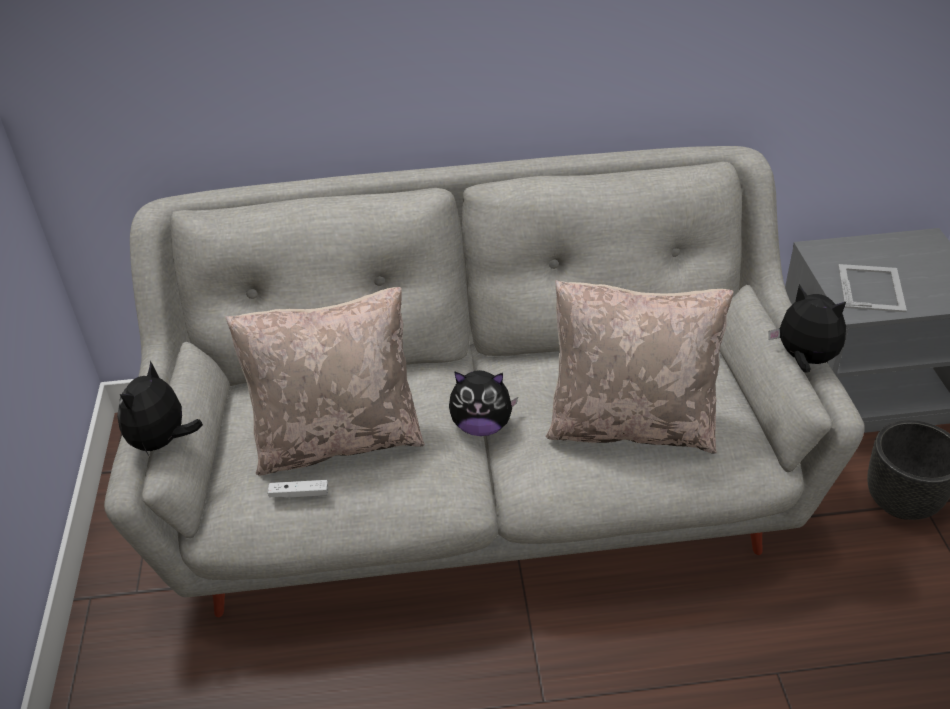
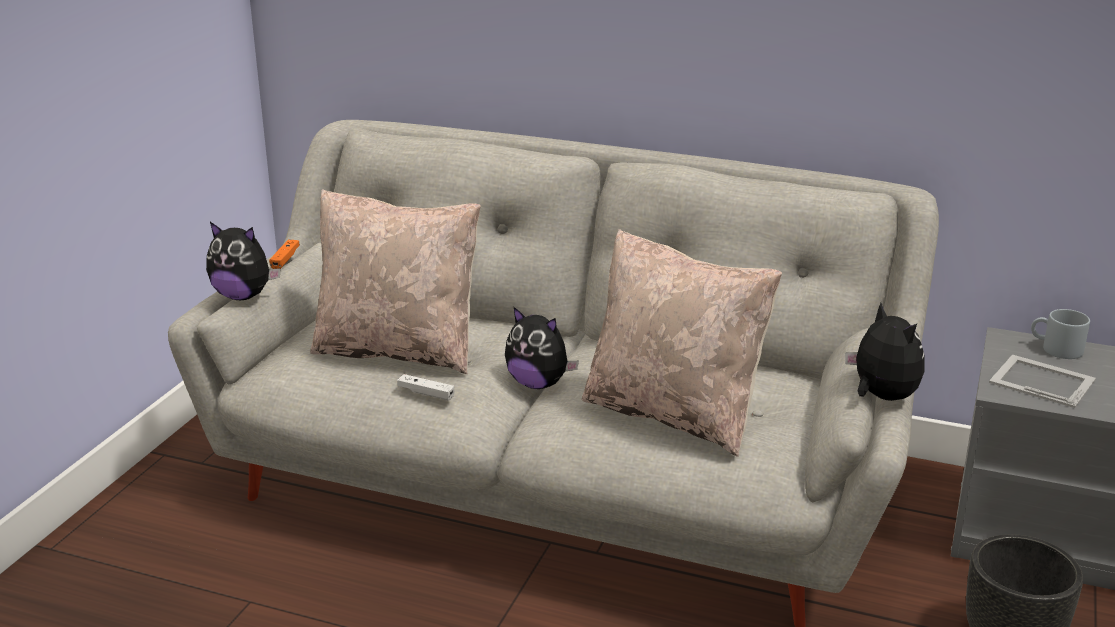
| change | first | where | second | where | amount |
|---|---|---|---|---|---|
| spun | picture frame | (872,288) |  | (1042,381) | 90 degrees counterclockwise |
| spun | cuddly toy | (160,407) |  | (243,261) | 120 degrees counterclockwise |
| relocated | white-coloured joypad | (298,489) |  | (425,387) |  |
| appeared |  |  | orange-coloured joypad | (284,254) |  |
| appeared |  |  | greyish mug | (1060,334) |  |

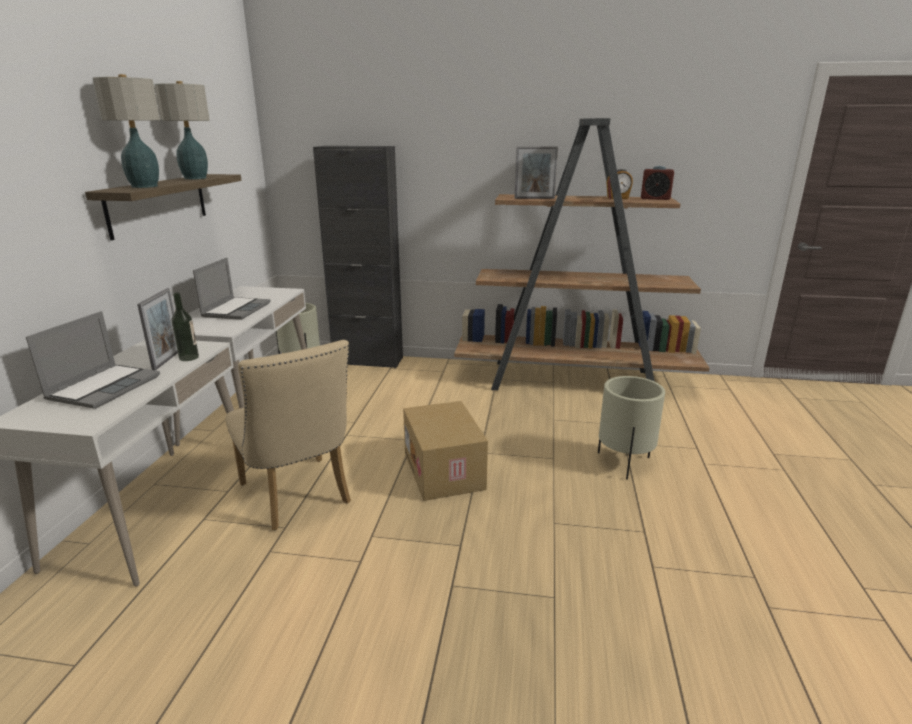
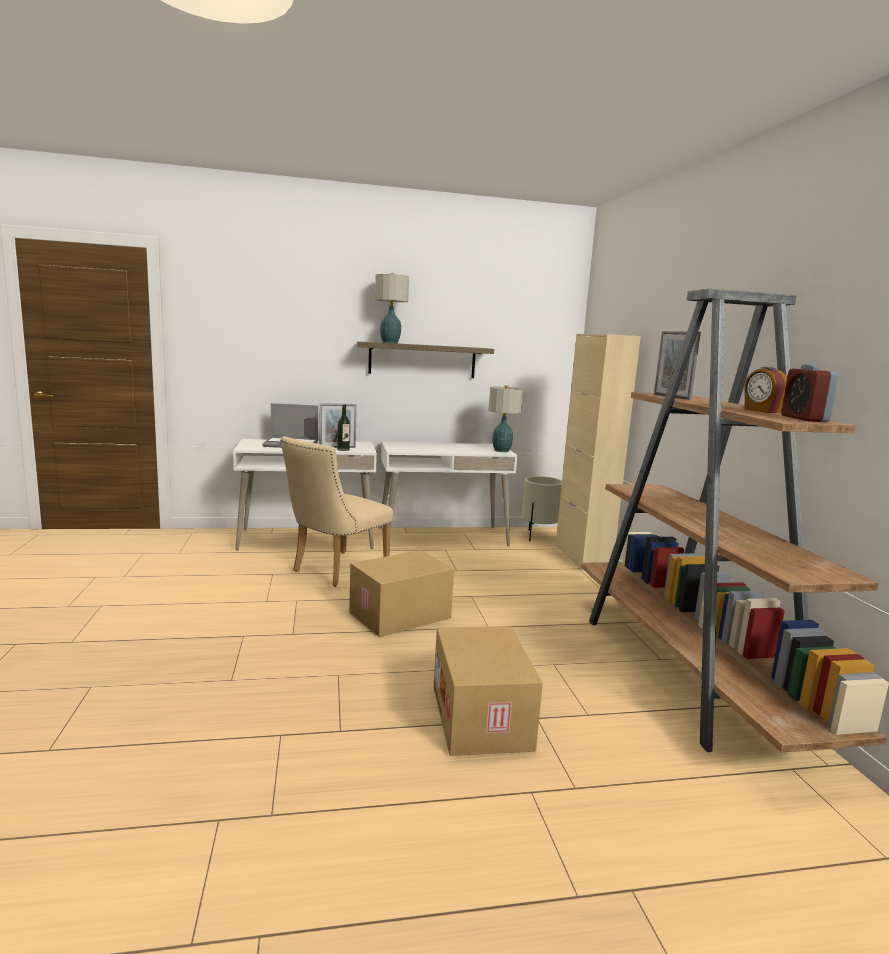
| change | first | where | second | where | amount |
|---|---|---|---|---|---|
| relocated | lamp for a table | (182,130) |  | (506,418) |  |
| colour | black cupboard | (358,257) | beige cupboard | (598,452) |  |
| missing | notebook computer | (231,288) |  |  |  |
| exchanged | beige planter | (631,428) | cardboard box | (488,691) |  |

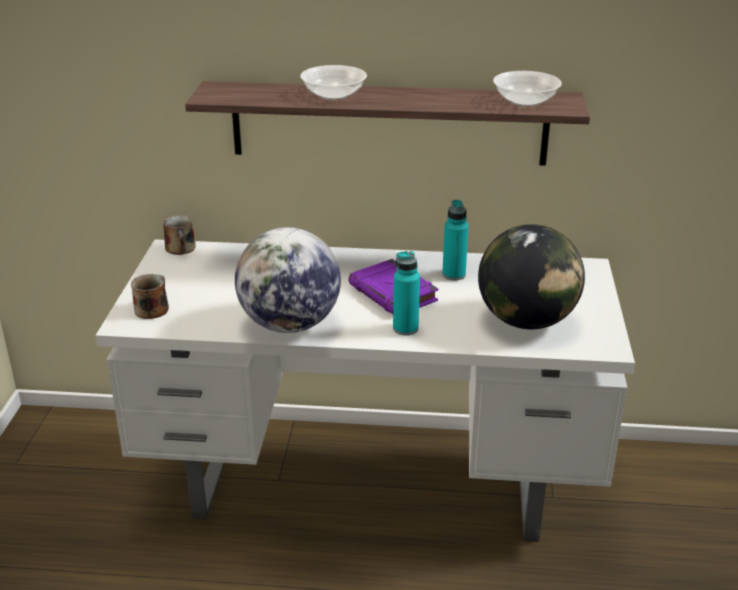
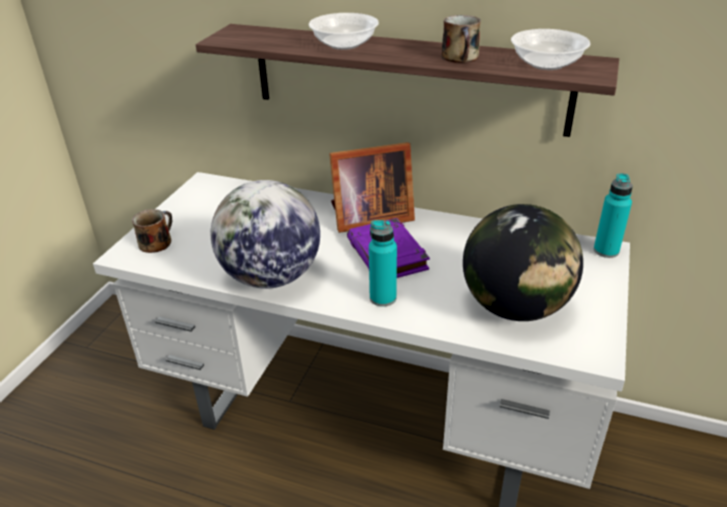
| change | first | where | second | where | amount |
|---|---|---|---|---|---|
| relocated | turquoise drink bottle | (455,240) |  | (613,215) |  |
| relocated | mug | (179,235) |  | (461,39) |  |
| appeared |  |  | picture frame | (372,187) |  |

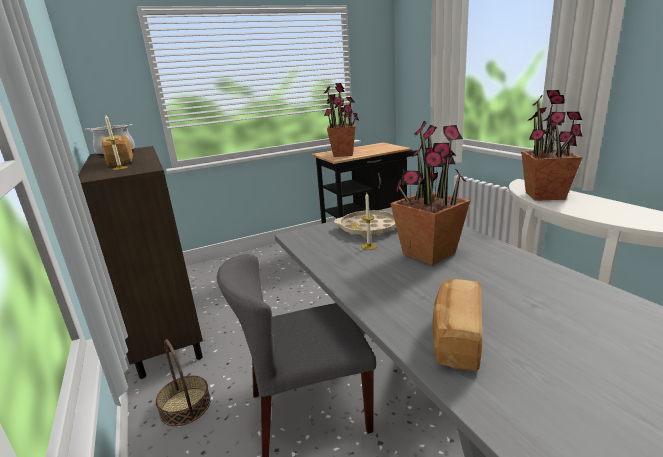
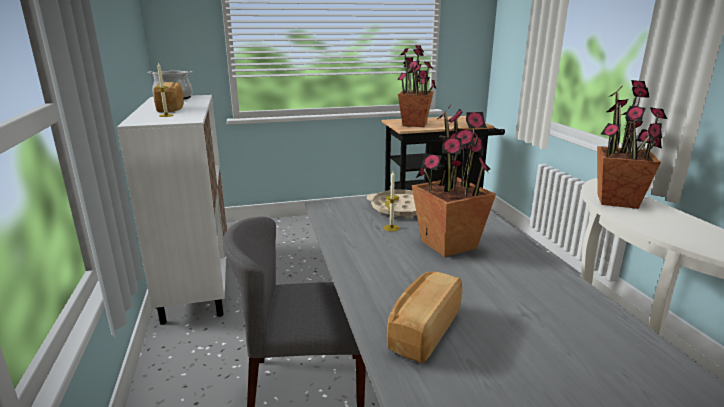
| change | first | where | second | where | amount |
|---|---|---|---|---|---|
| colour | brown-coloured cupboard | (140,262) | white-coloured cupboard | (172,210) |  |
| missing | storage basket | (183,382) |  |  |  |

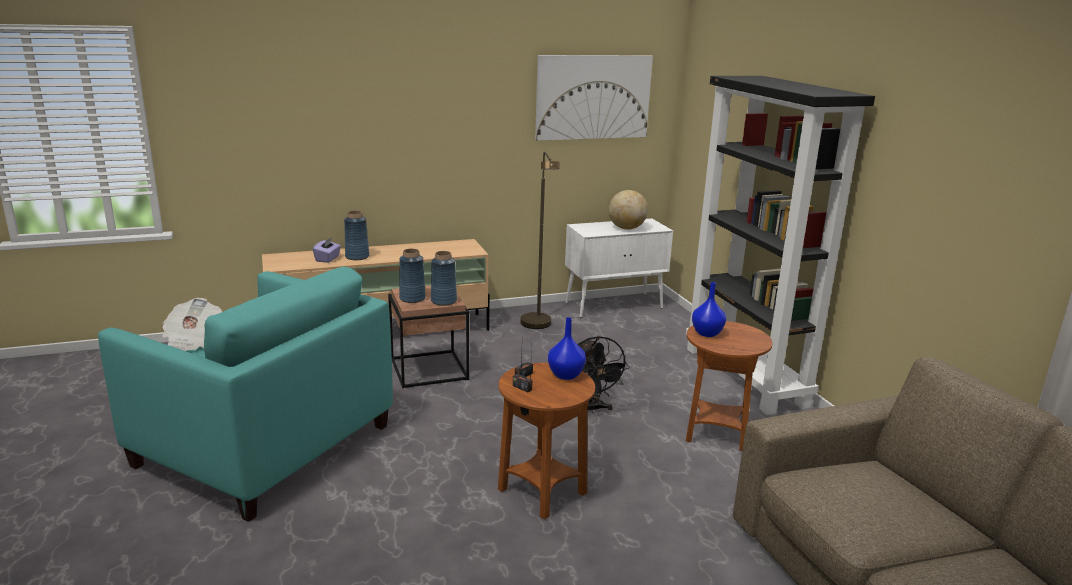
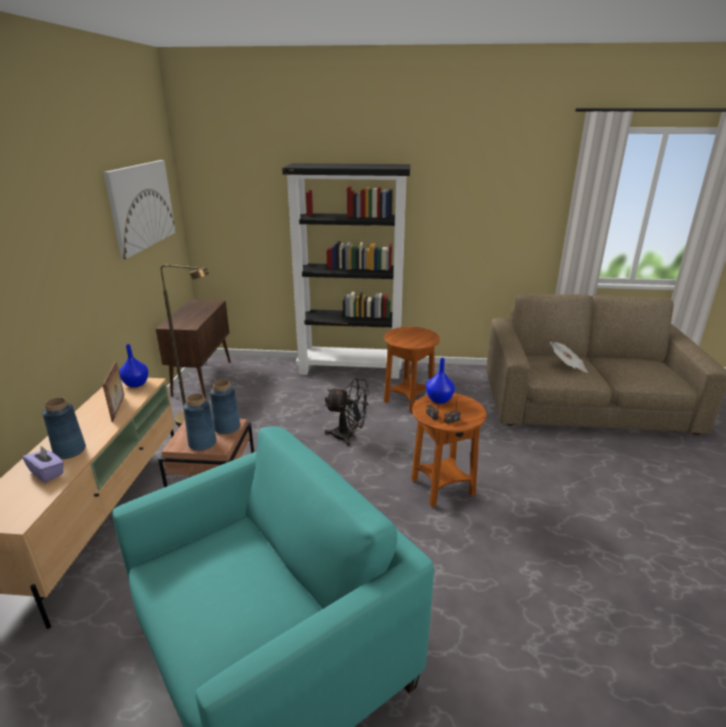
| change | first | where | second | where | amount |
|---|---|---|---|---|---|
| missing | world globe | (628,210) |  |  |  |
| colour | white-coloured cupboard | (619,268) | brown-coloured cupboard | (193,349) |  |
| relocated | bluish flower vase | (709,309) |  | (134,366) |  |
| relocated | daily paper | (192,324) |  | (569,357) |  |
| appeared |  |  | picture frame | (113,391) |  |

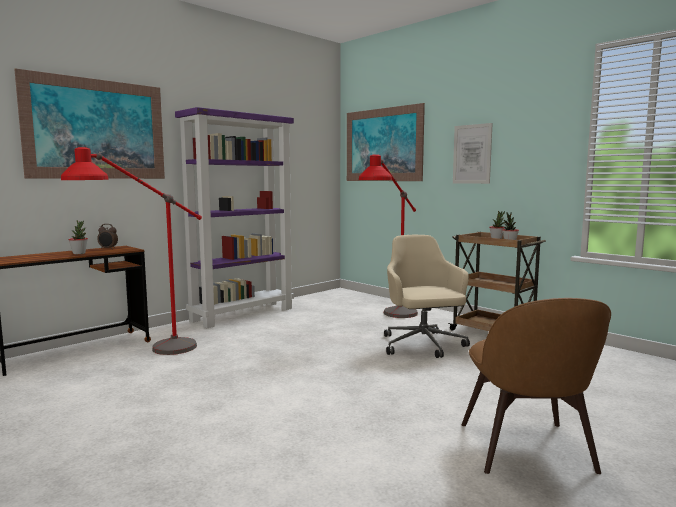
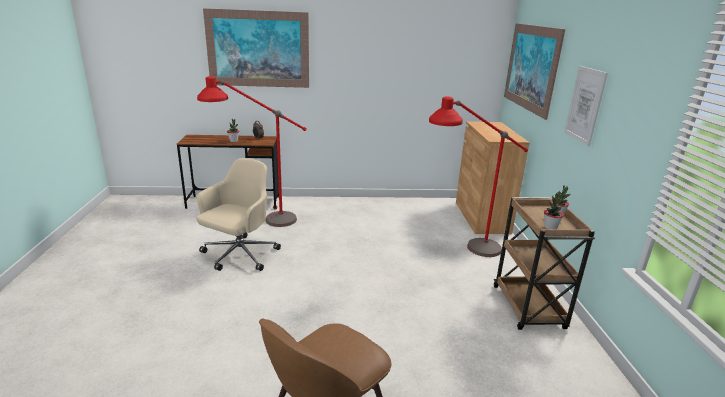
| change | first | where | second | where | amount |
|---|---|---|---|---|---|
| missing | purplish bookcase | (234,217) |  |  |  |
| relocated | beige computer chair | (427,296) |  | (238,214) |  |
| appeared |  |  | brown-coloured cupboard | (493,177) |  |

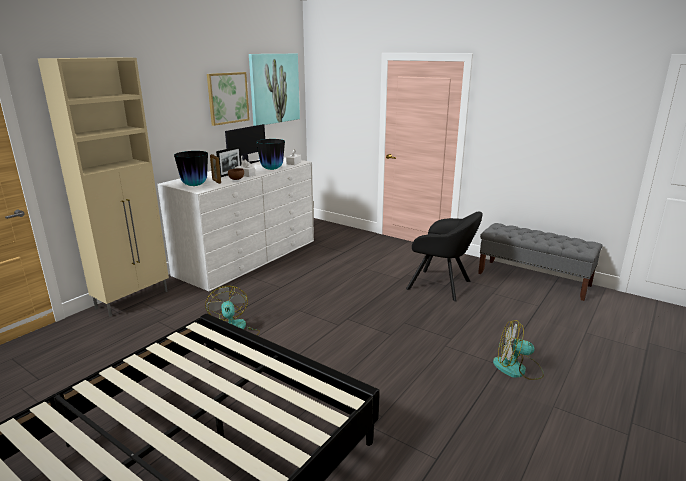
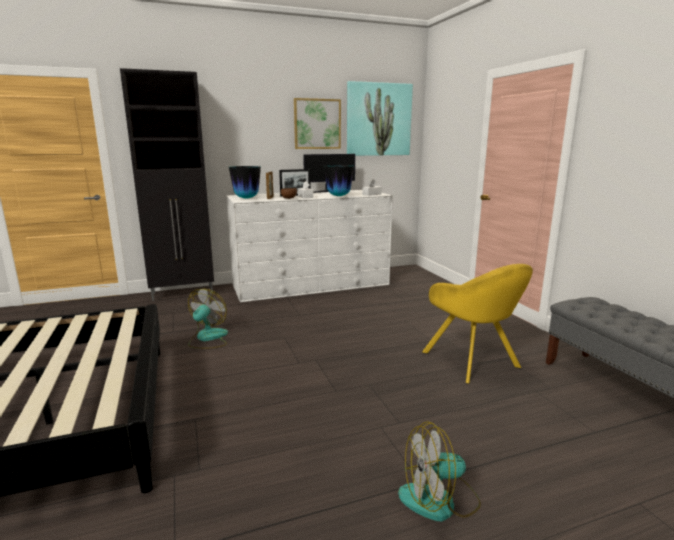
| change | first | where | second | where | amount |
|---|---|---|---|---|---|
| colour | beige cupboard | (103,187) | black cupboard | (167,184) |  |
| colour | black armchair | (444,256) | yellowish armchair | (477,324) |  |
| spun | electric fan | (518,350) |  | (439,471) | 60 degrees counterclockwise |

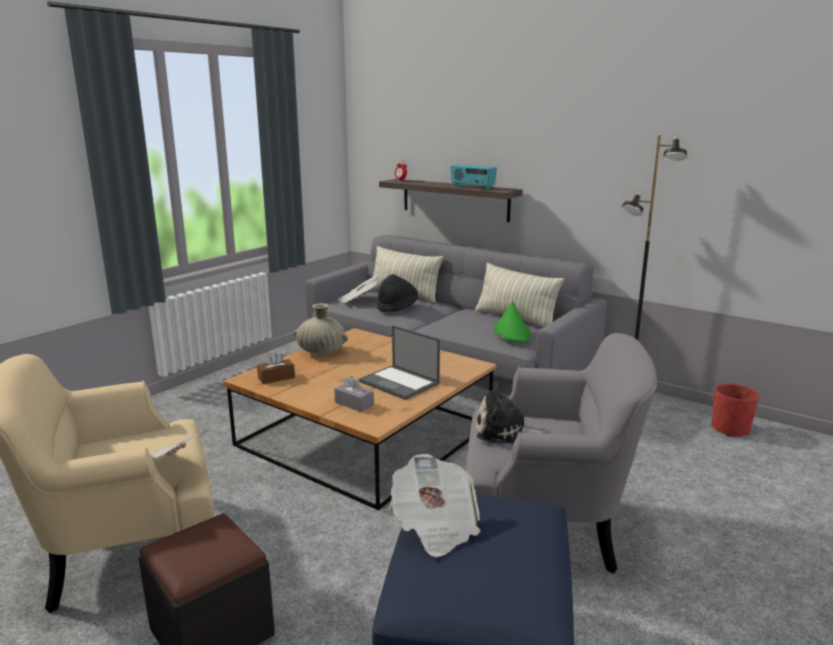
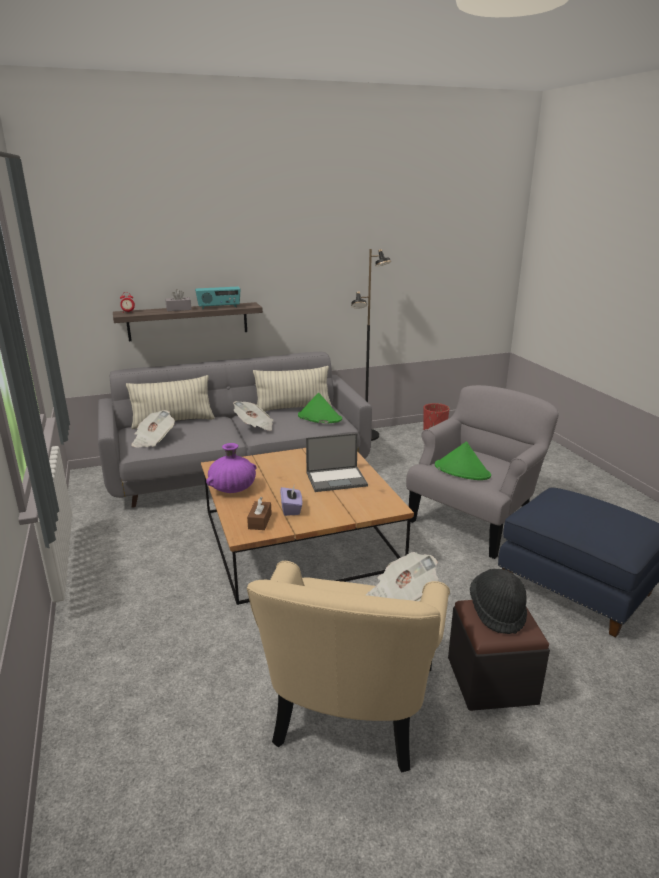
| change | first | where | second | where | amount |
|---|---|---|---|---|---|
| relocated | black hat | (397,293) |  | (498,601) |  |
| colour | beige flower vase | (321,329) | purplish flower vase | (231,468) |  |
| relocated | greyish tissue box | (354,394) |  | (178,300) |  |
| exchanged | cuddly toy | (510,413) | green hat | (463,460) |  |
| relocated | daily paper | (435,505) |  | (253,416) |  |
| appeared |  |  | purplish tissue box | (291,501) |  |

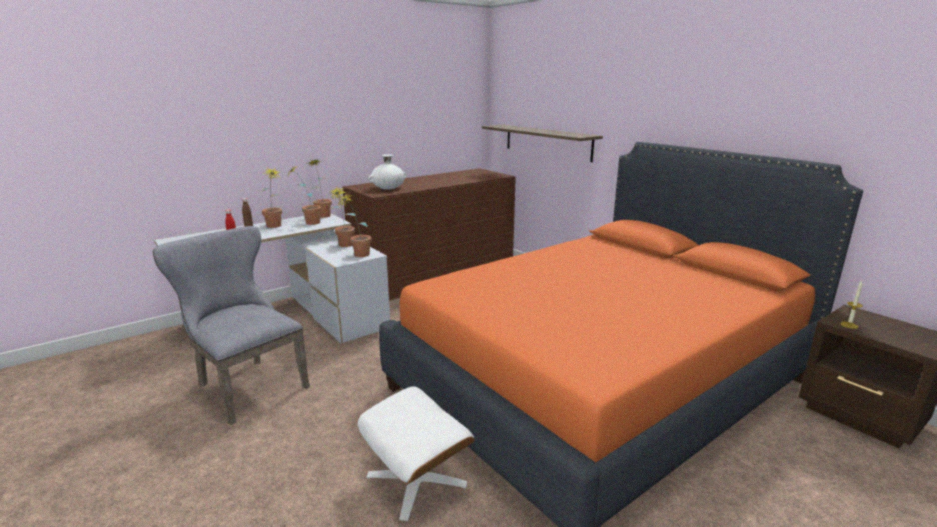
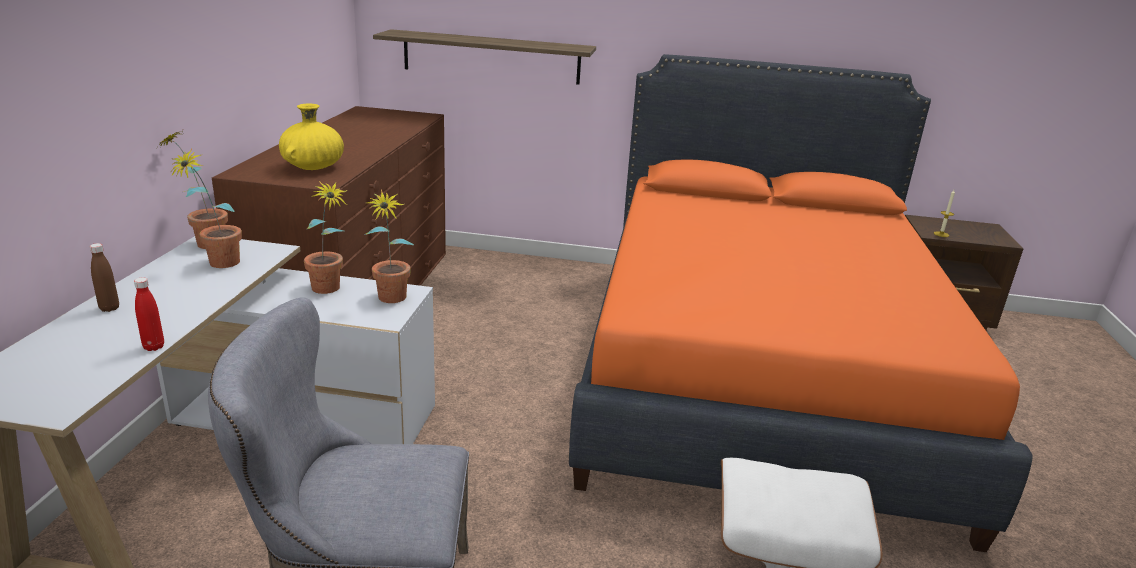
| change | first | where | second | where | amount |
|---|---|---|---|---|---|
| colour | white-coloured flower vase | (387,172) | yellowish flower vase | (311,137) |  |
| missing | houseplant | (272,198) |  |  |  |

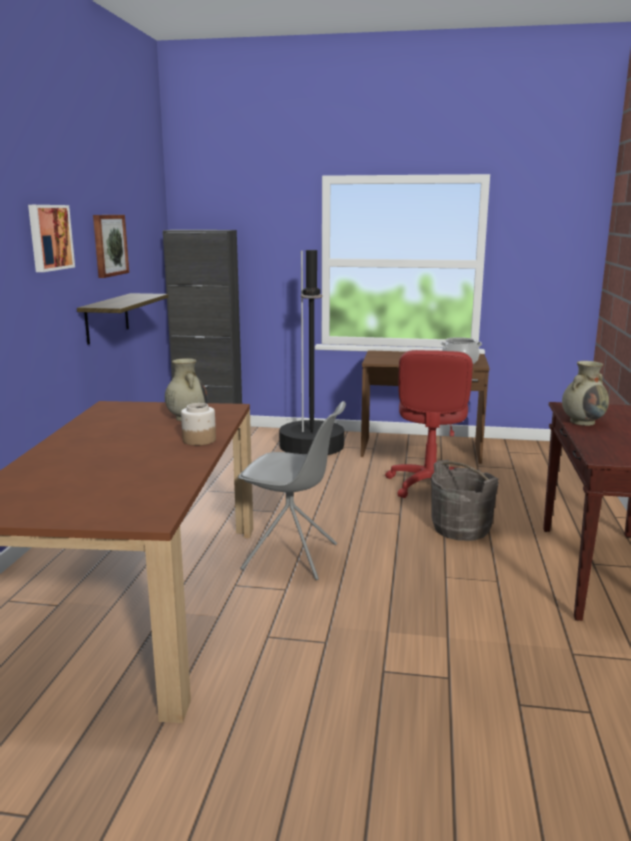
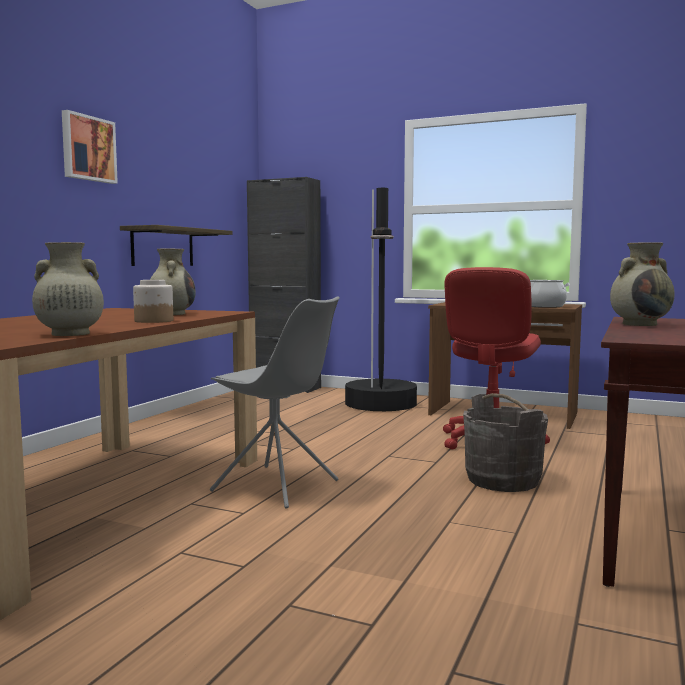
| change | first | where | second | where | amount |
|---|---|---|---|---|---|
| missing | wall picture | (111,246) |  |  |  |
| appeared |  |  | beige flower vase | (68,289) |  |

